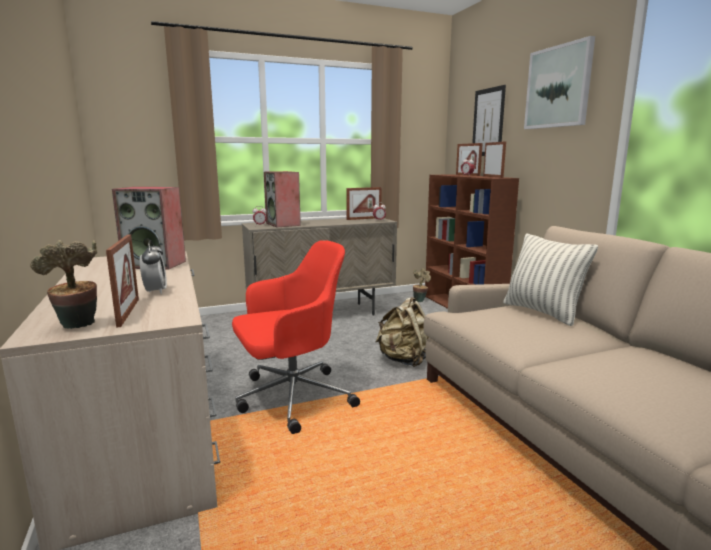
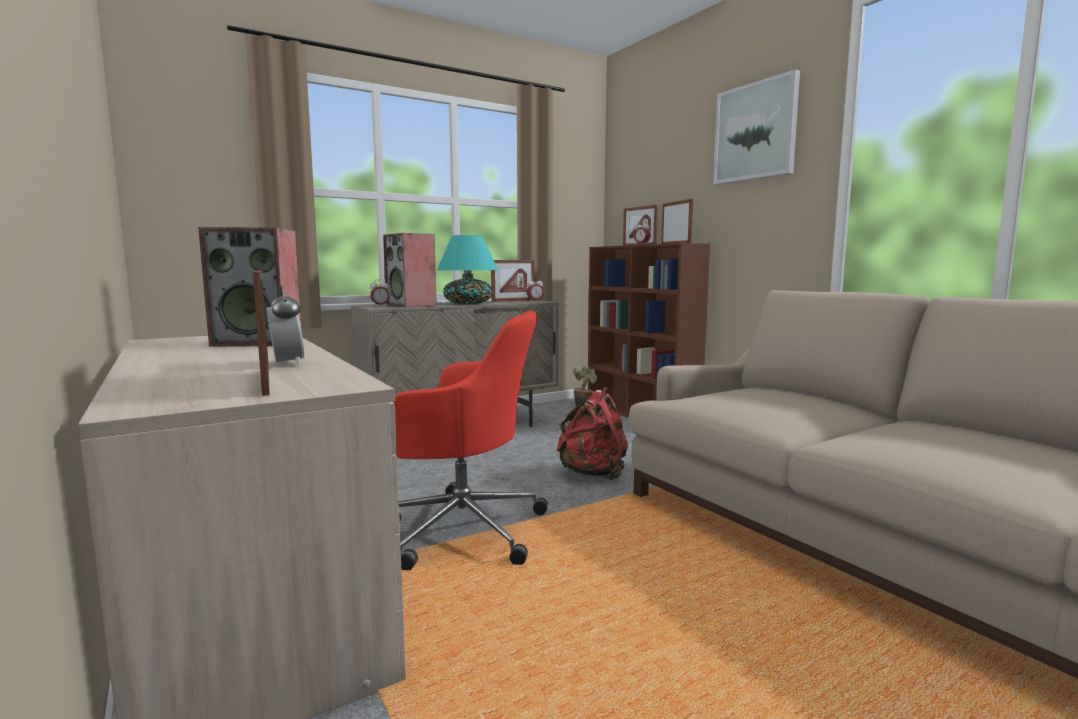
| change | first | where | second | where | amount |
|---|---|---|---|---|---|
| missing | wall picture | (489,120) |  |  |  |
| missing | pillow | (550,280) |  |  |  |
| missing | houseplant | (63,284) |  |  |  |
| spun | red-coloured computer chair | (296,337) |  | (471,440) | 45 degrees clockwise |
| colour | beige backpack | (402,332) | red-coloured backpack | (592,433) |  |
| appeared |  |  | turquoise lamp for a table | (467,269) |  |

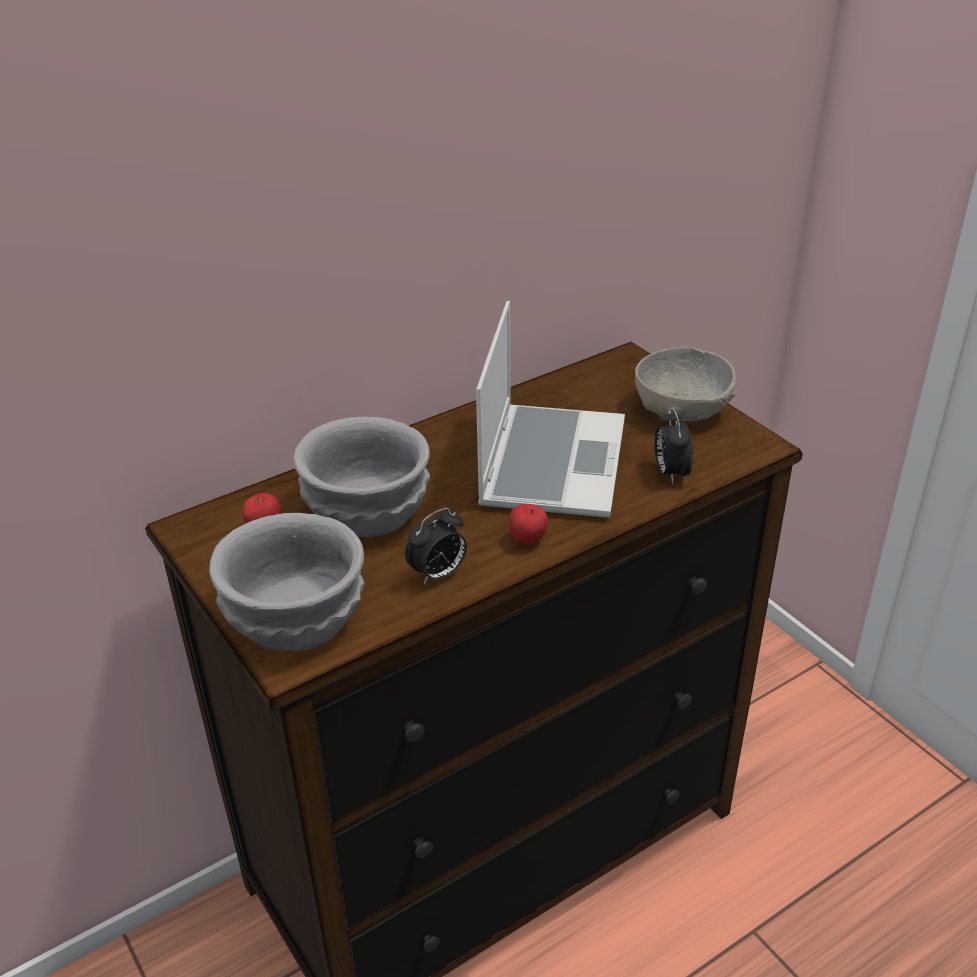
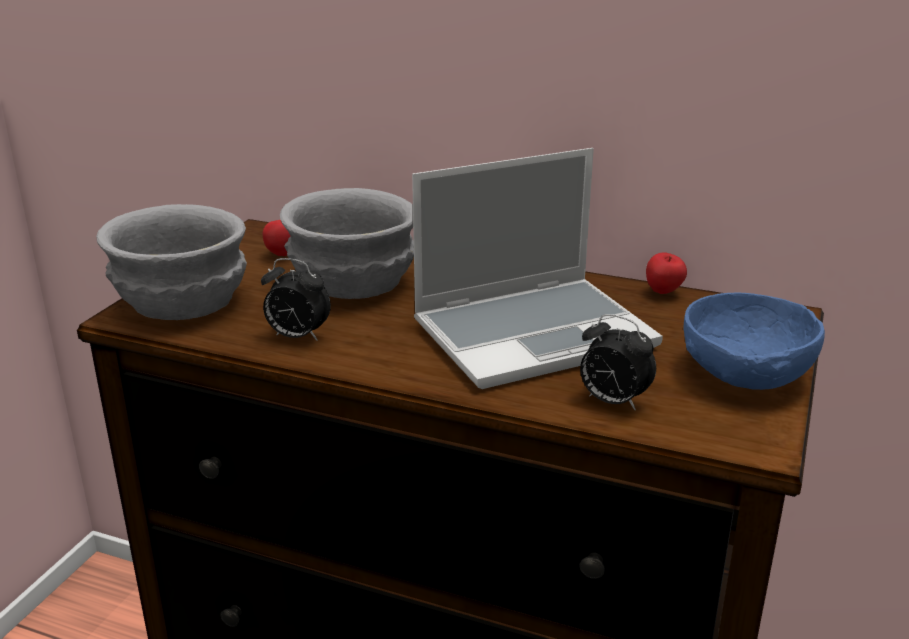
| change | first | where | second | where | amount |
|---|---|---|---|---|---|
| colour | greyish deep dish | (685,384) | bluish deep dish | (754,341) |  |
| spun | alarm clock | (674,446) |  | (618,362) | 105 degrees counterclockwise |
| relocated | apple fruit | (528,524) |  | (666,273) |  |

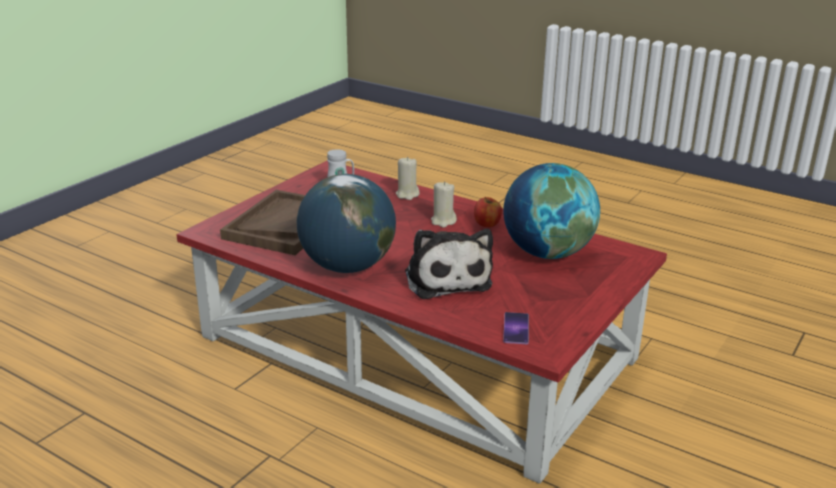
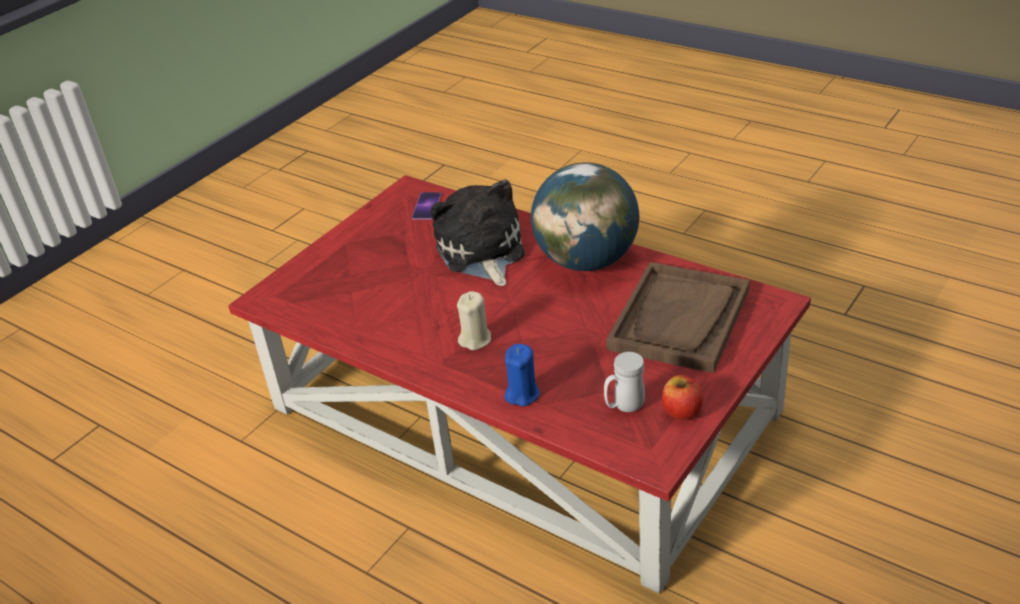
| change | first | where | second | where | amount |
|---|---|---|---|---|---|
| colour | beige wax candle | (408,178) | bluish wax candle | (522,375) |  |
| missing | world globe | (551,211) |  |  |  |
| relocated | apple fruit | (488,212) |  | (682,397) |  |

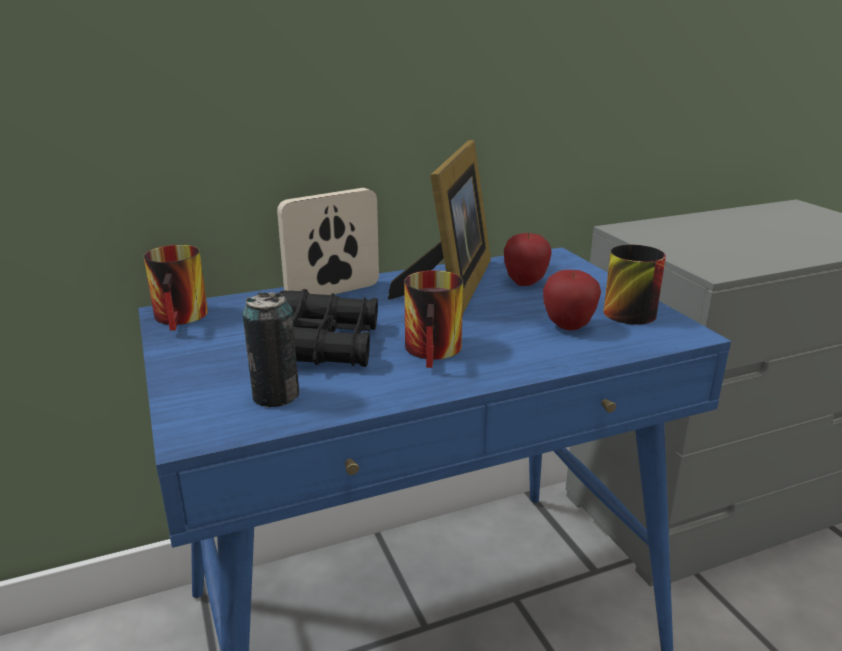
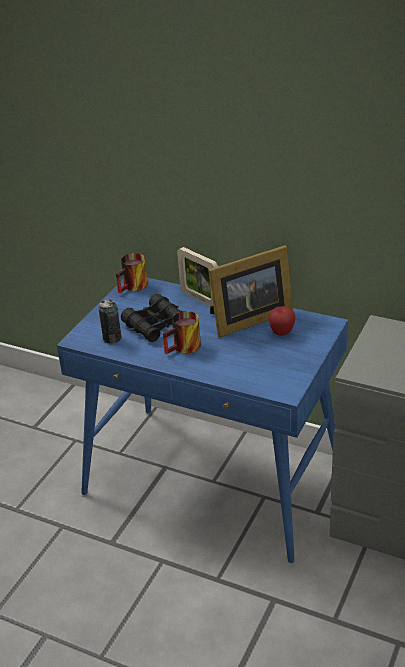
| change | first | where | second | where | amount |
|---|---|---|---|---|---|
| spun | picture frame | (328,241) |  | (197,276) | 150 degrees counterclockwise |
| missing | mug | (634,285) |  |  |  |
| missing | apple fruit | (572,300) |  |  |  |

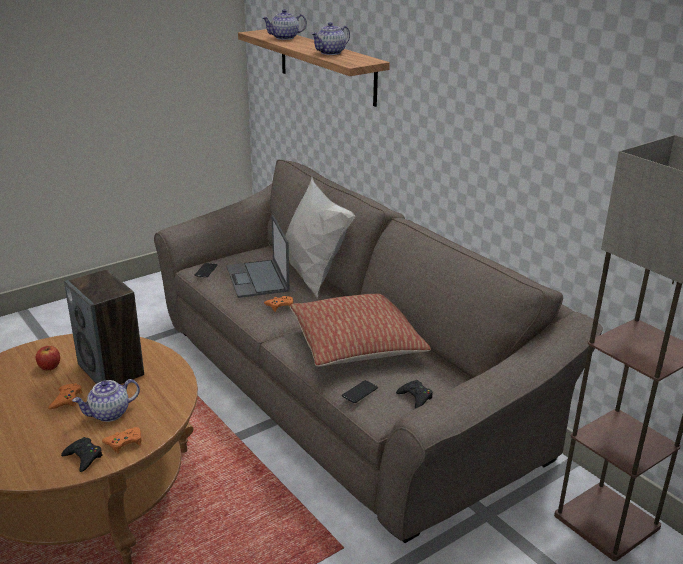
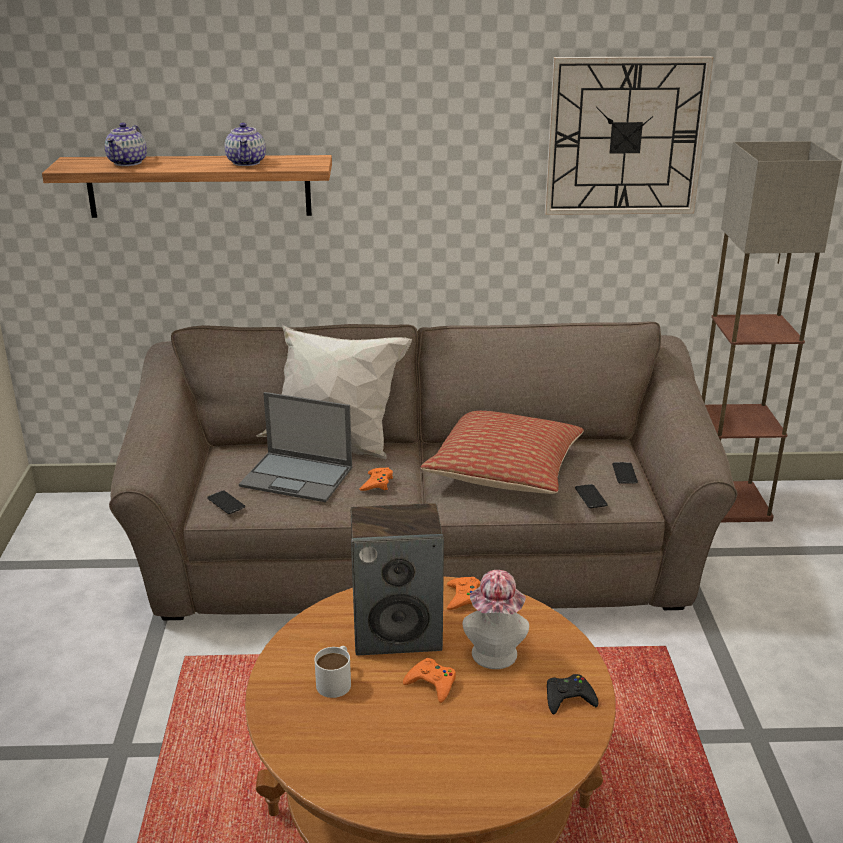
| change | first | where | second | where | amount |
|---|---|---|---|---|---|
| exchanged | apple fruit | (48,358) | white-coloured mug | (332,672) |  |
| exchanged | teapot | (106,400) | hat | (496,619) |  |
| exchanged | black joypad | (414,394) | handset | (625,473) |  |
| relocated | orange-coloured joypad | (121,440) |  | (463,593) |  |
| appeared |  |  | wall clock | (629,135) |  |

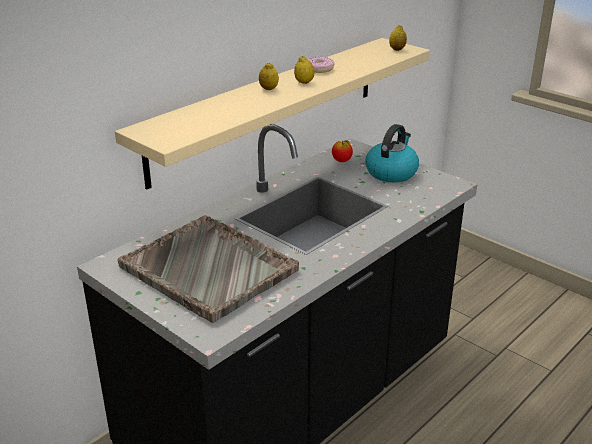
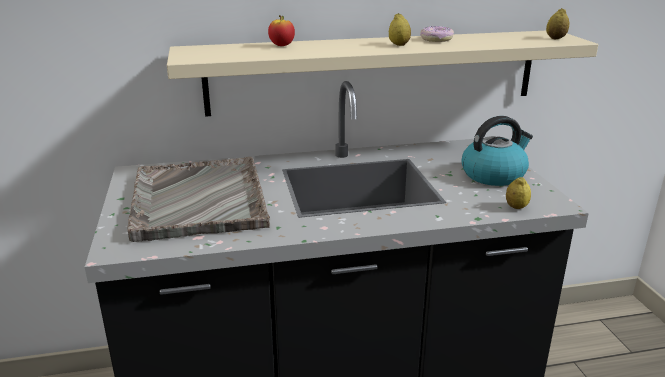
| change | first | where | second | where | amount |
|---|---|---|---|---|---|
| relocated | citrus fruit | (269,76) |  | (518,193) |  |
| relocated | apple fruit | (342,151) |  | (281,30) |  |

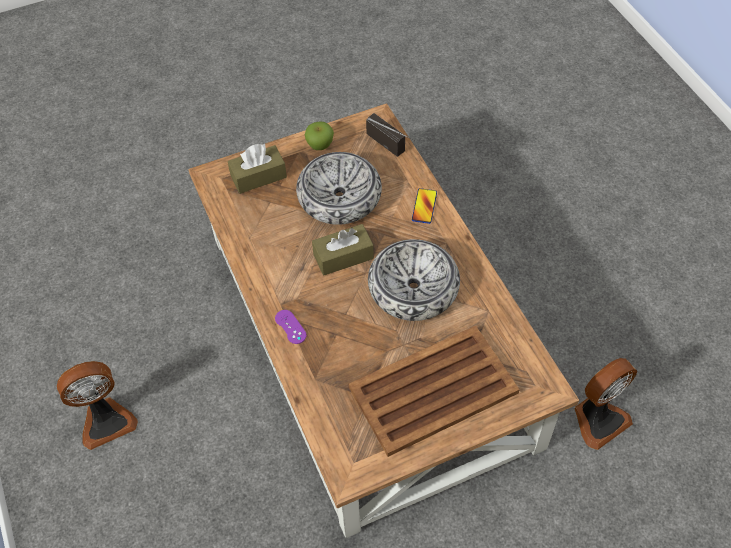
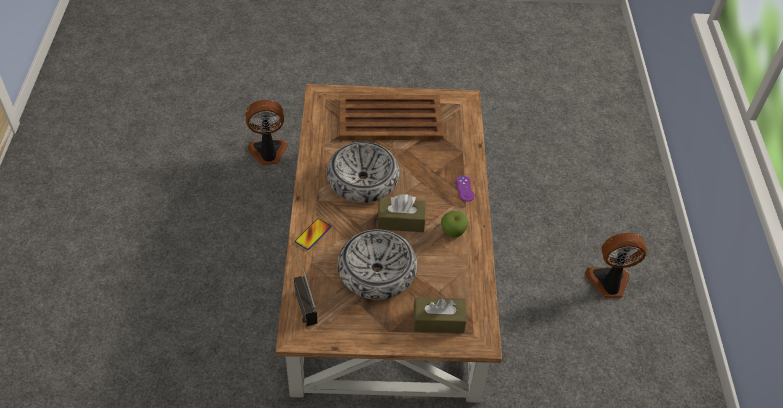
| change | first | where | second | where | amount |
|---|---|---|---|---|---|
| relocated | apple fruit | (319,136) |  | (455,224) |  |

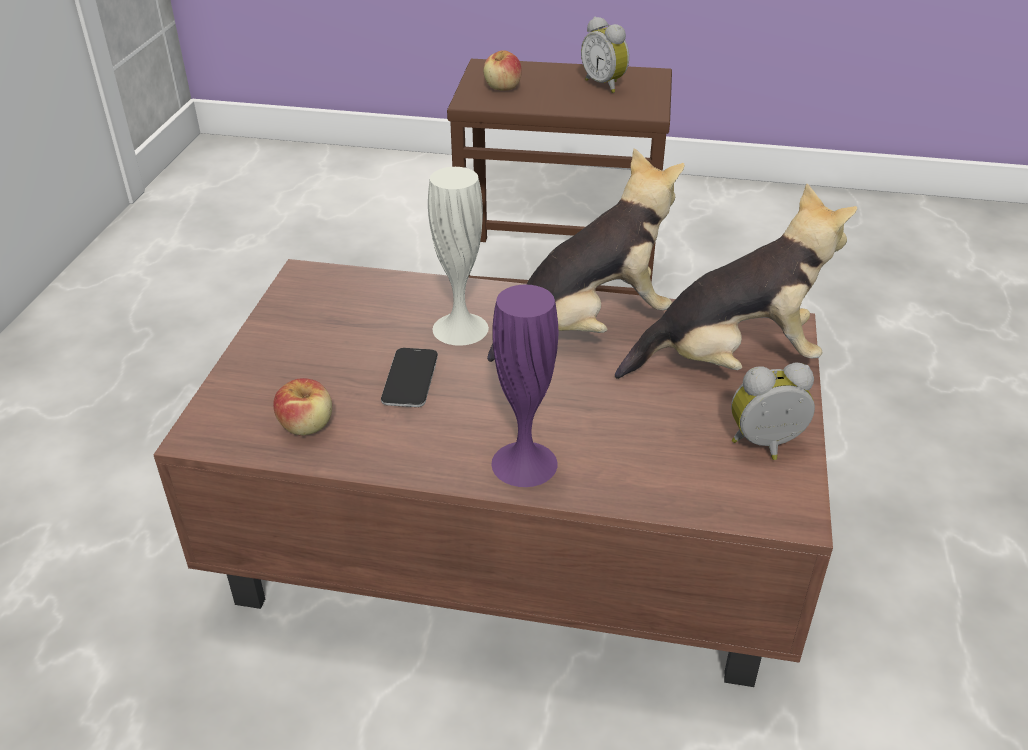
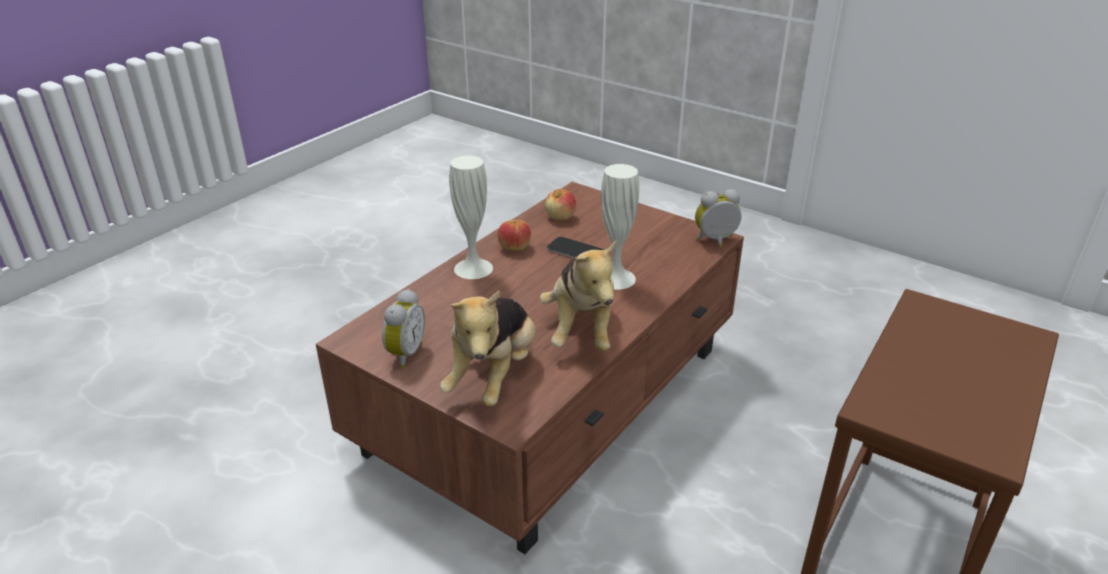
| change | first | where | second | where | amount |
|---|---|---|---|---|---|
| relocated | alarm clock | (605,55) |  | (718,218) |  |
| relocated | apple fruit | (502,70) |  | (514,235) |  |
| colour | purplish flower vase | (524,385) | white-coloured flower vase | (471,217) |  |

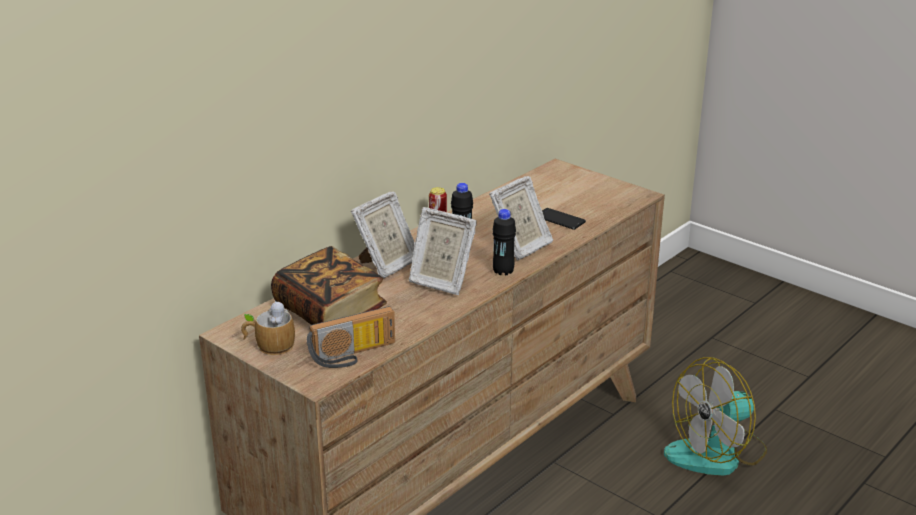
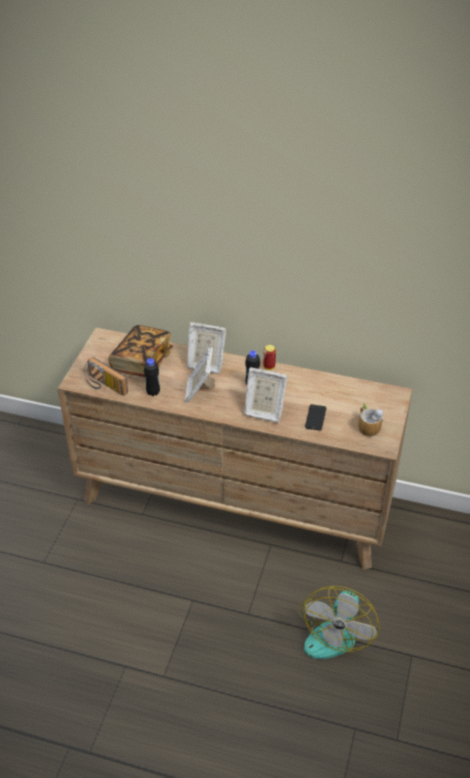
| change | first | where | second | where | amount |
|---|---|---|---|---|---|
| relocated | black drink bottle | (504,242) |  | (152,377) |  |
| relocated | mug | (268,327) |  | (371,420) |  |
| spun | electric fan | (715,416) |  | (338,622) | 105 degrees counterclockwise |

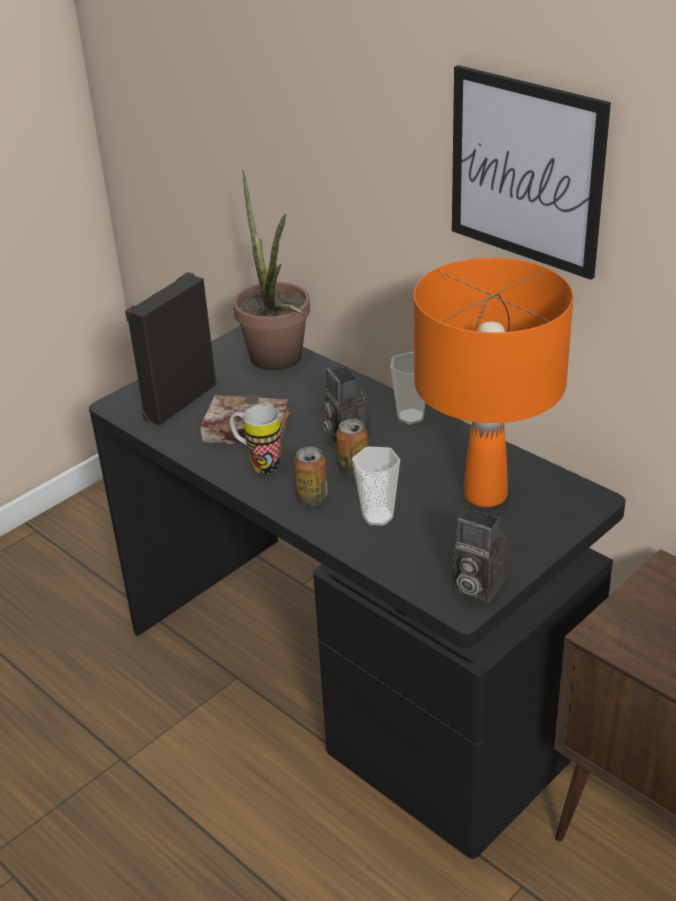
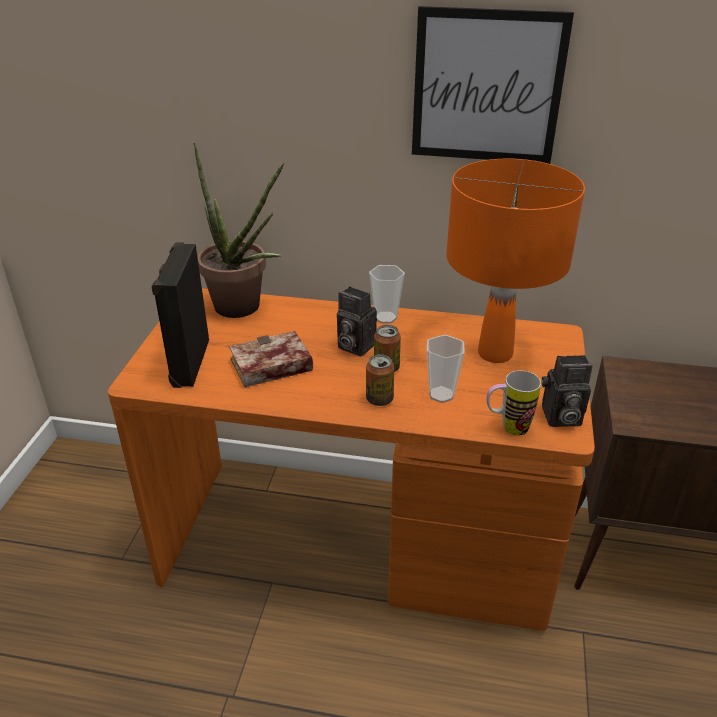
| change | first | where | second | where | amount |
|---|---|---|---|---|---|
| colour | black desk table | (357,592) | orange-coloured desk table | (351,459) |  |
| relocated | mug | (255,439) |  | (514,403) |  |

